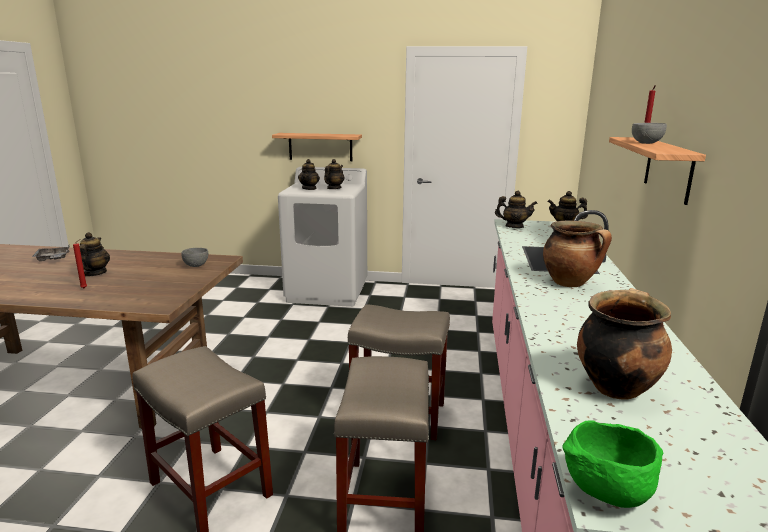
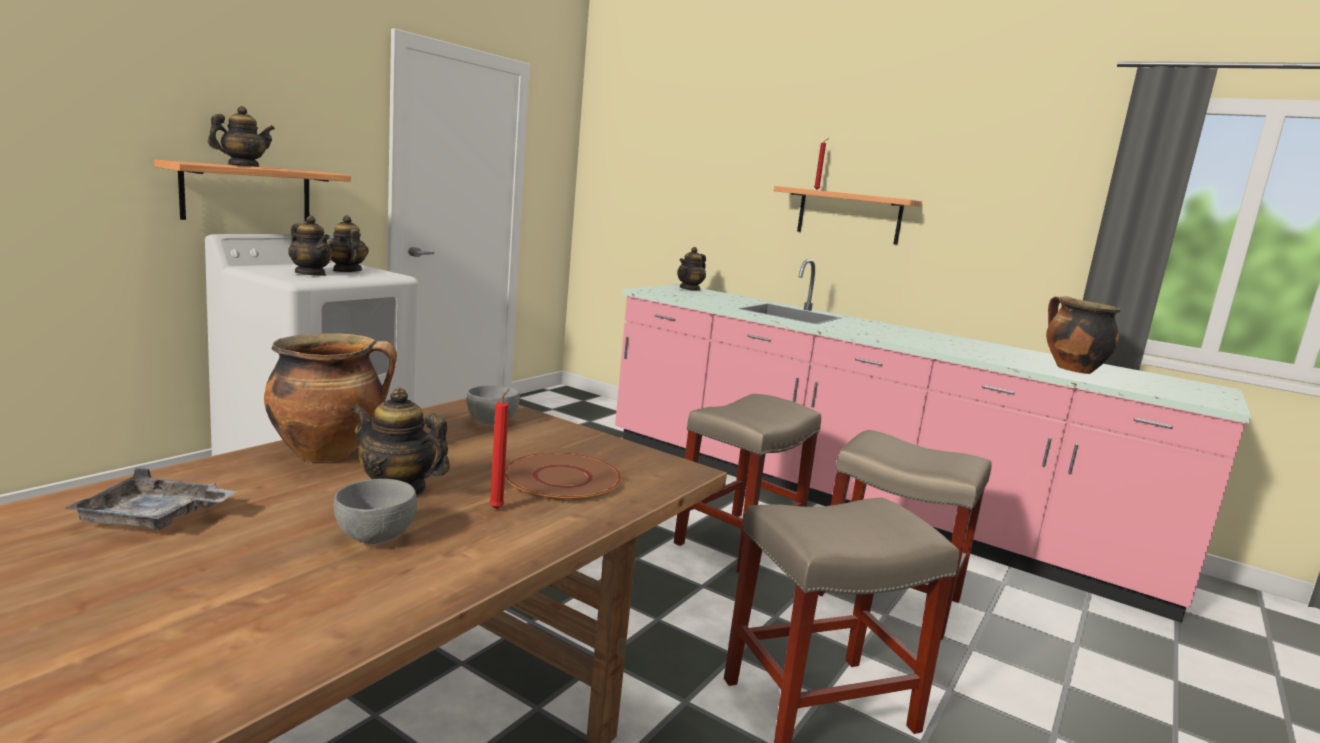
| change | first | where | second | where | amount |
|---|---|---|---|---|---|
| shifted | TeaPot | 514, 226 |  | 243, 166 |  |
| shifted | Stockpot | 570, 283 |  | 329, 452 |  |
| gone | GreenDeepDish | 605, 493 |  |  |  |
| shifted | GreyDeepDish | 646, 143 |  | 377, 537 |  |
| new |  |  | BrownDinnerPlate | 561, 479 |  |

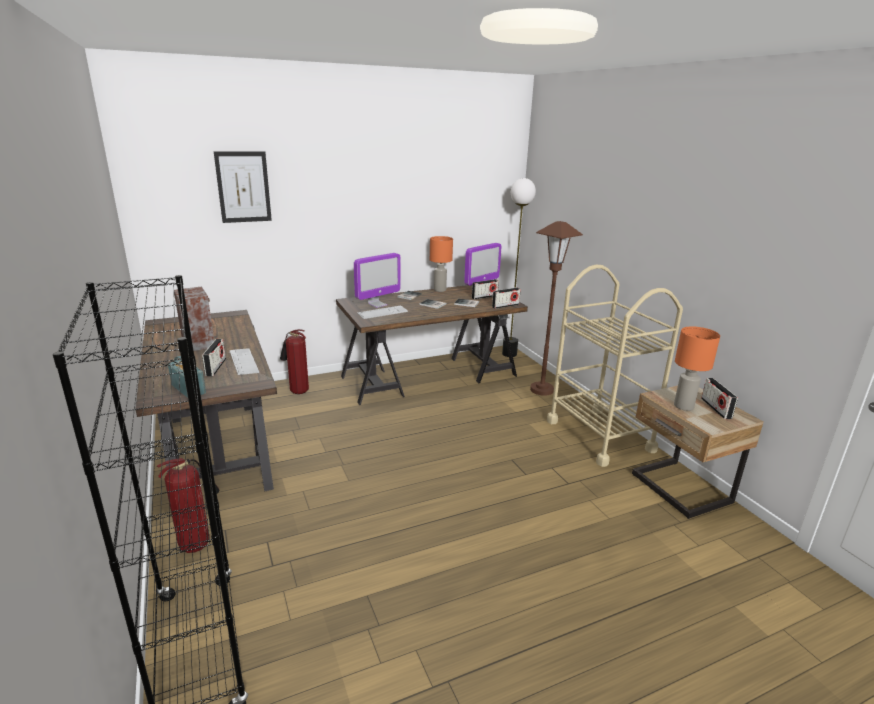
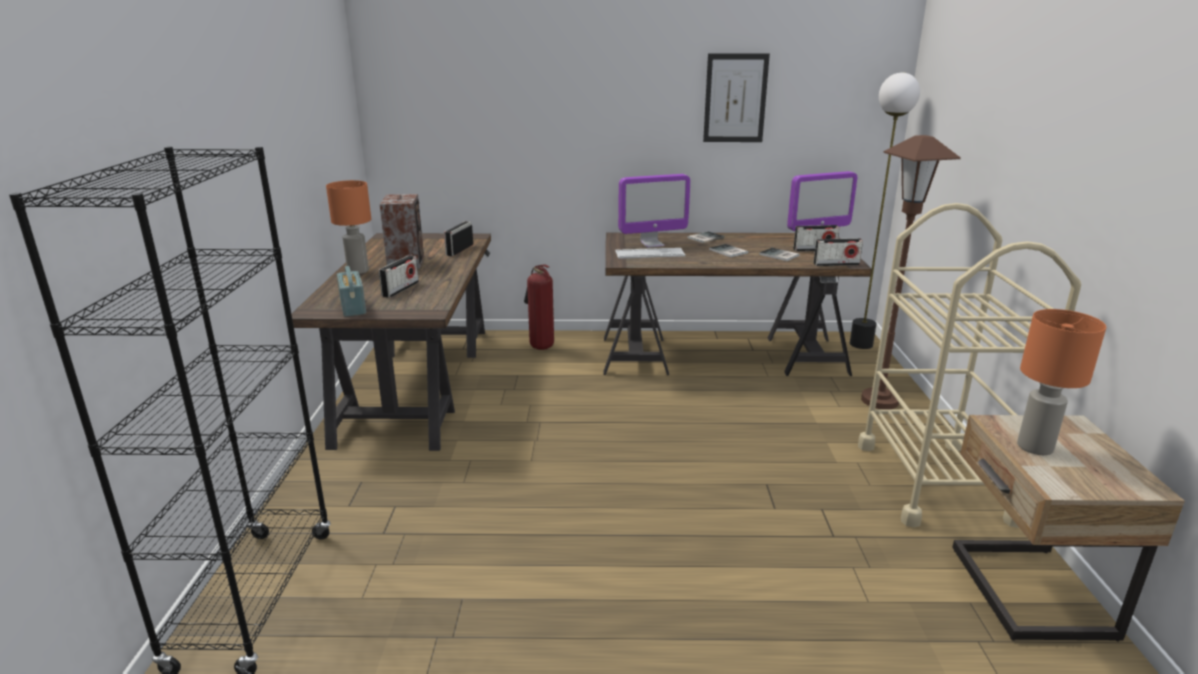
| change | first | where | second | where | amount |
|---|---|---|---|---|---|
| gone | FireFightingCylinder | 198, 544 |  |  |  |
| shifted | WallPicture | 243, 187 |  | 735, 98 |  |
| gone | Keyboard | 243, 362 |  |  |  |
| shifted | OrangeColouredTabletopLamp | 440, 290 |  | 358, 271 |  |
| shifted | Radio | 716, 408 |  | 459, 250 |  |

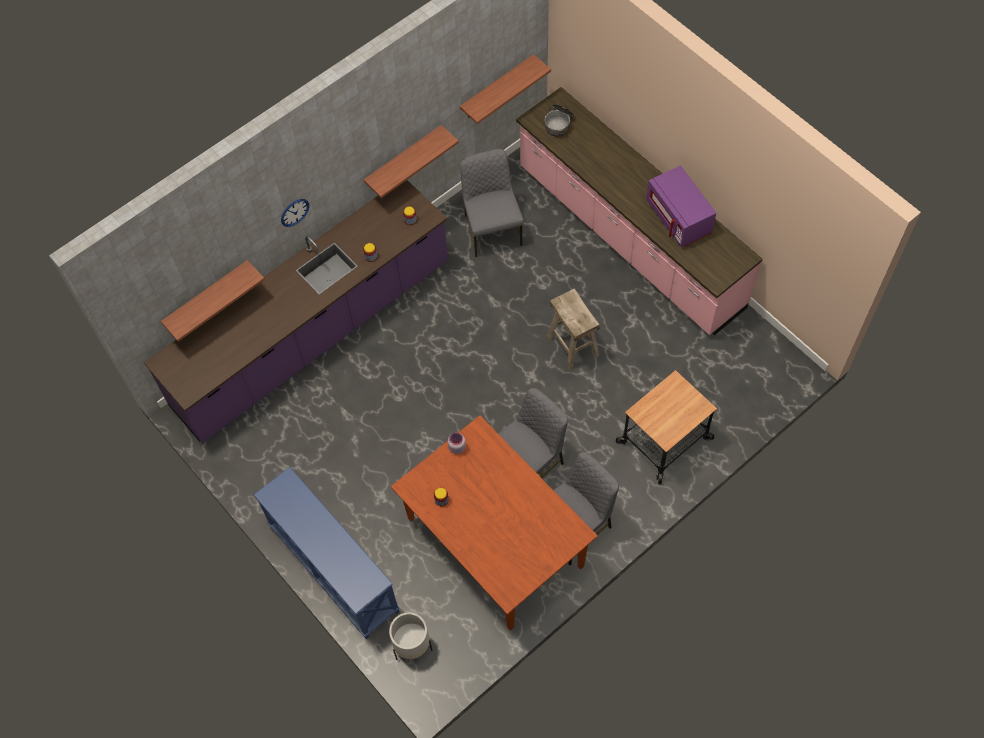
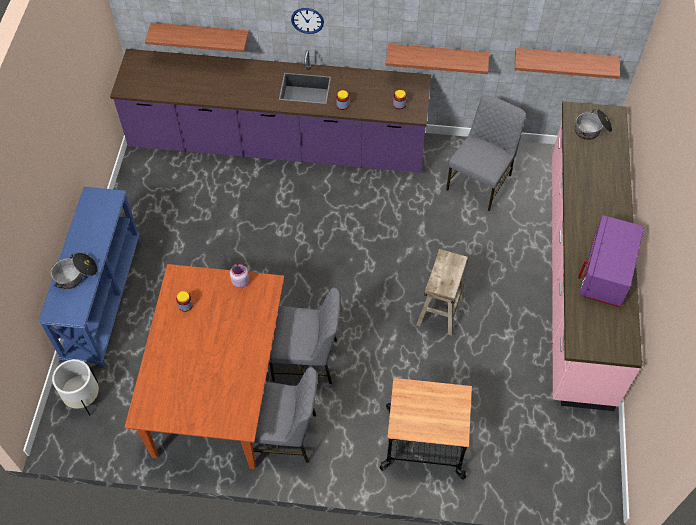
| change | first | where | second | where | amount |
|---|---|---|---|---|---|
| new |  |  | Stockpot | 76, 275 |  |

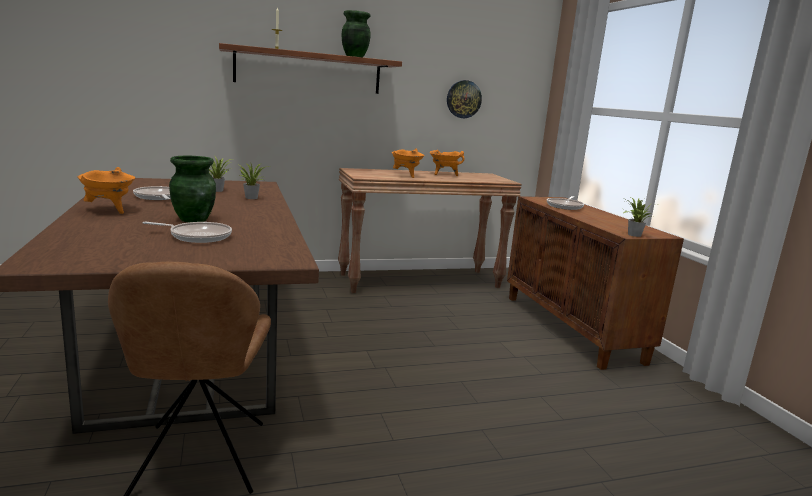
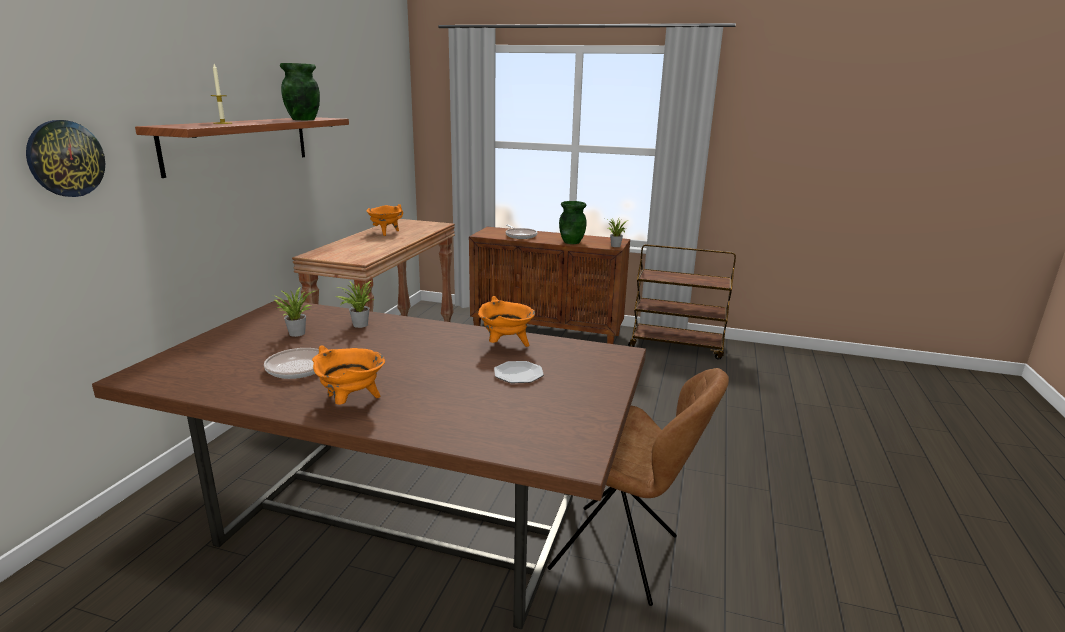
| change | first | where | second | where | amount |
|---|---|---|---|---|---|
| swapped | Skillet | 197, 236 | DinnerPlate | 518, 374 |  |
| shifted | GreenDecorativeVase | 194, 219 |  | 571, 242 |  |
| shifted | OrangeColouredStockpot | 406, 176 |  | 506, 345 |  |
| shifted | ClockOnTheWall | 463, 99 |  | 65, 158 |  |
| new |  |  | BrownCart | 676, 346 |  |

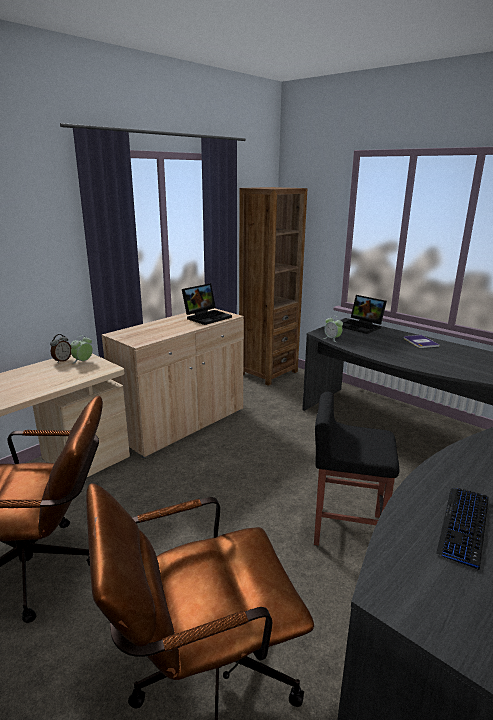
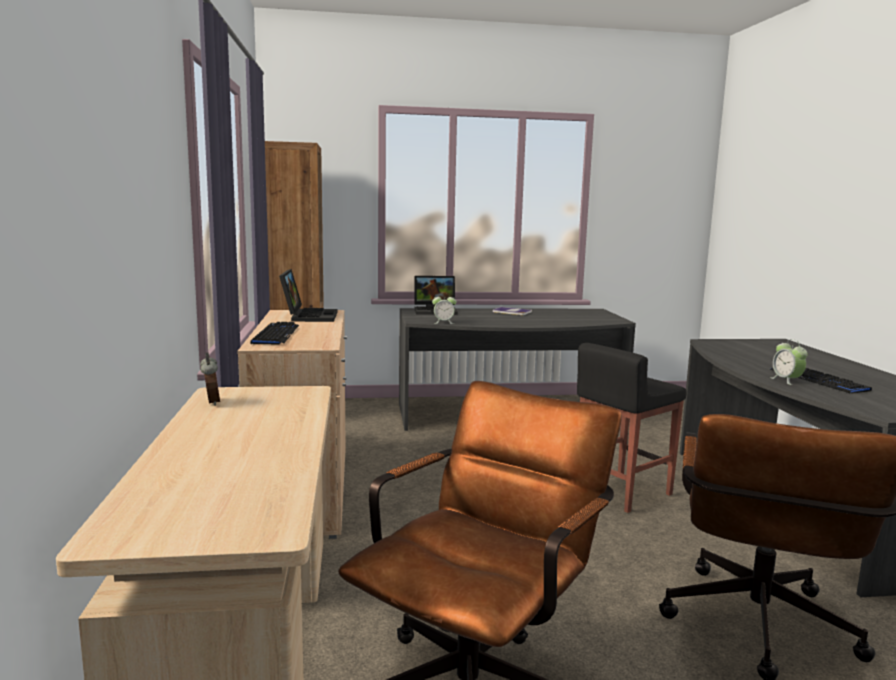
| change | first | where | second | where | amount |
|---|---|---|---|---|---|
| shifted | AlarmClock | 83, 361 |  | 786, 380 |  |
| new |  |  | Keyboard | 276, 335 |  |

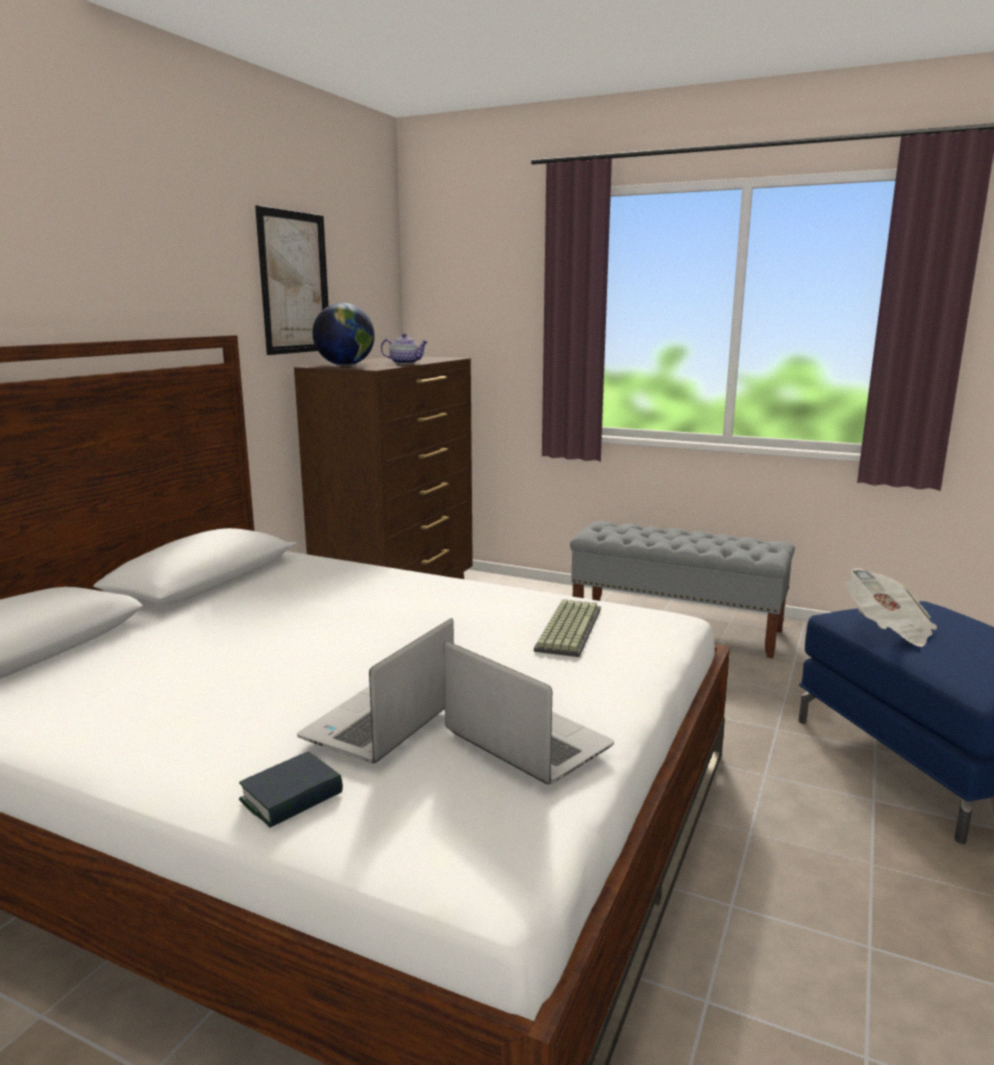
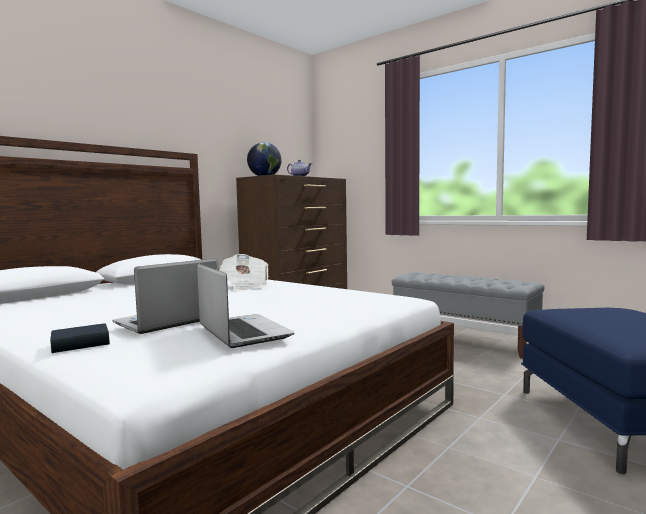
| change | first | where | second | where | amount |
|---|---|---|---|---|---|
| gone | WallPicture | 294, 283 |  |  |  |
| gone | Keyboard | 567, 628 |  |  |  |
| shifted | PrintedPaper | 888, 629 |  | 244, 286 |  |

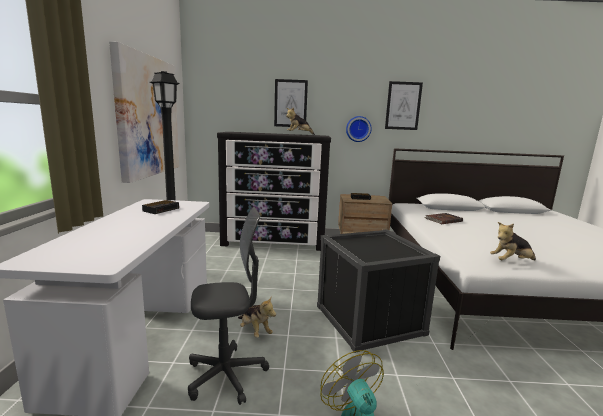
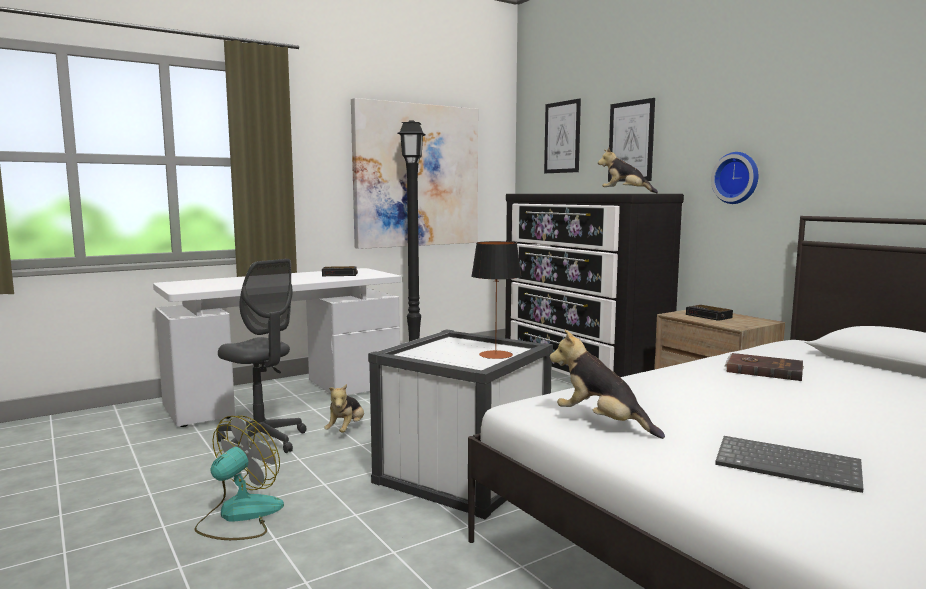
| change | first | where | second | where | amount |
|---|---|---|---|---|---|
| repainted | BlackColouredStorageBox | 368, 319 | WhitishStorageBox | 463, 474 |  |
| shifted | WallPicture | 403, 106 |  | 562, 137 |  |
| new |  |  | TabletopLamp | 495, 355 |  |
| new |  |  | Keyboard | 789, 466 |  |

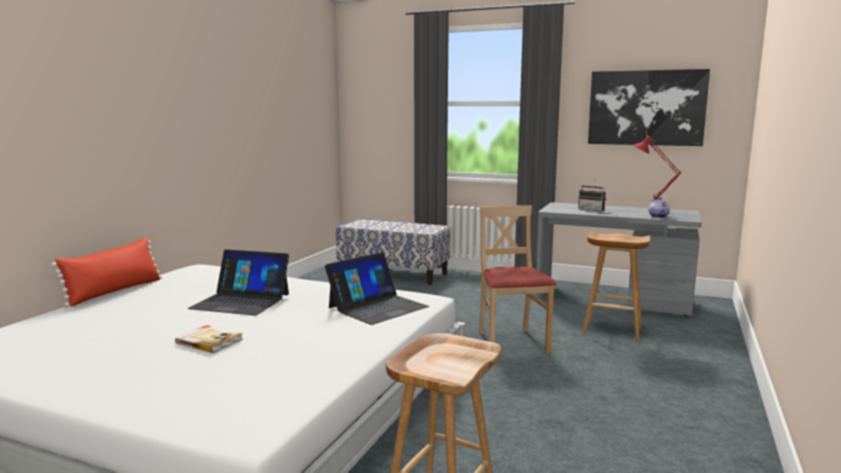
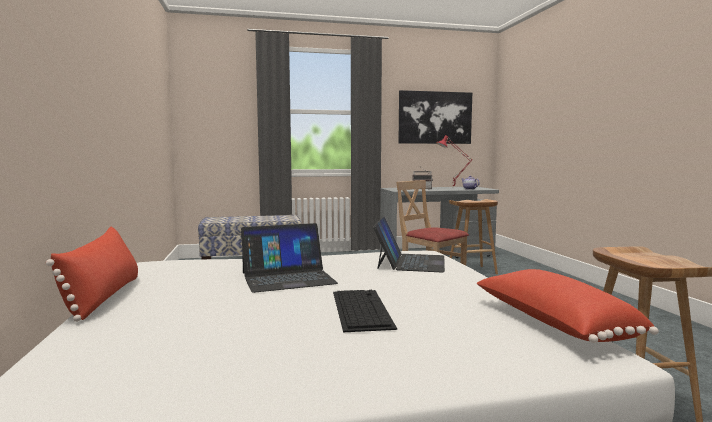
| change | first | where | second | where | amount |
|---|---|---|---|---|---|
| swapped | Book | 209, 341 | Keyboard | 360, 308 |  |
| new |  |  | RedColouredCushion | 551, 324 |  |

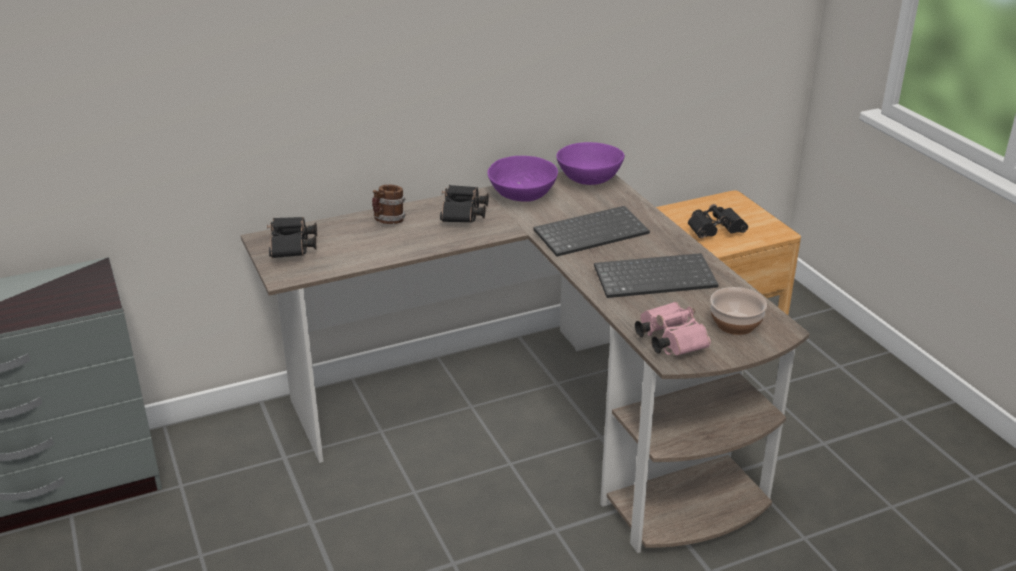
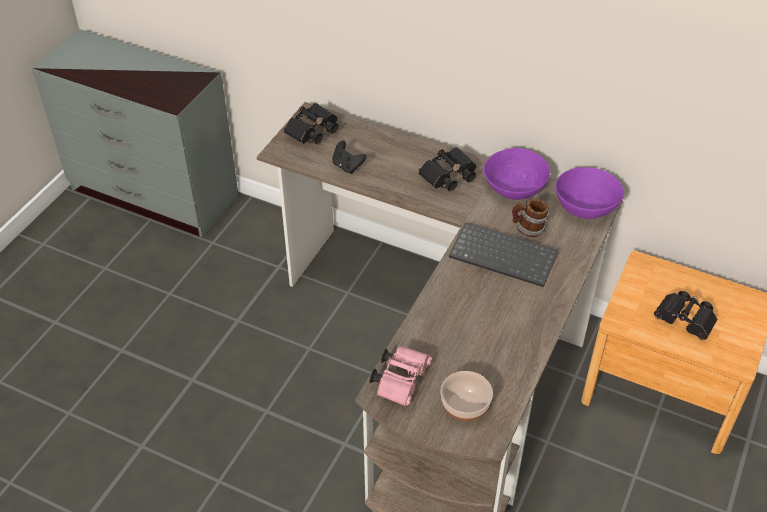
| change | first | where | second | where | amount |
|---|---|---|---|---|---|
| shifted | Mug | 388, 221 |  | 528, 229 |  |
| gone | Keyboard | 656, 277 |  |  |  |
| new |  |  | BlackColouredGamepad | 347, 166 |  |

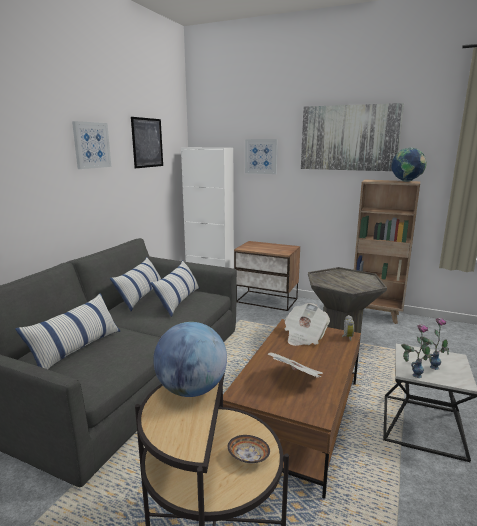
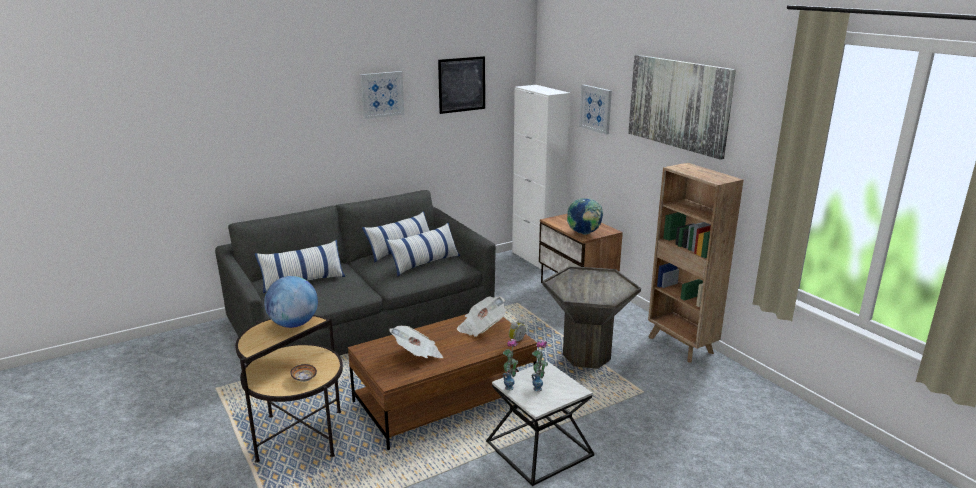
| change | first | where | second | where | amount |
|---|---|---|---|---|---|
| shifted | WorldGlobe | 406, 181 |  | 584, 233 |  |

